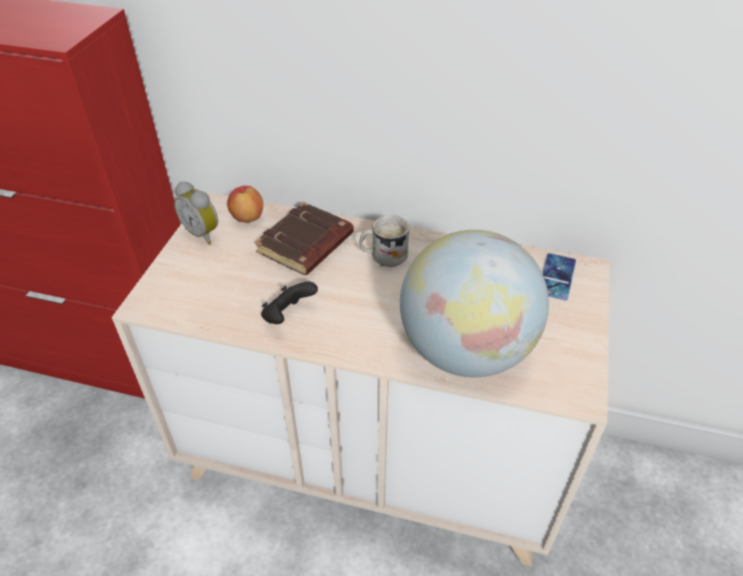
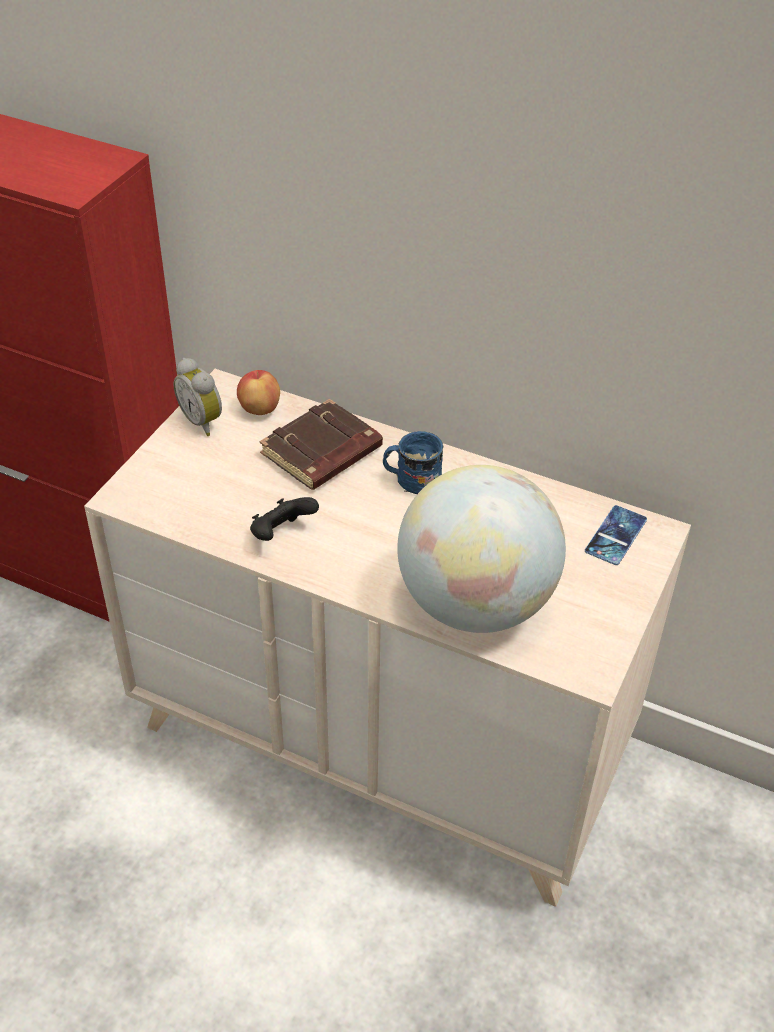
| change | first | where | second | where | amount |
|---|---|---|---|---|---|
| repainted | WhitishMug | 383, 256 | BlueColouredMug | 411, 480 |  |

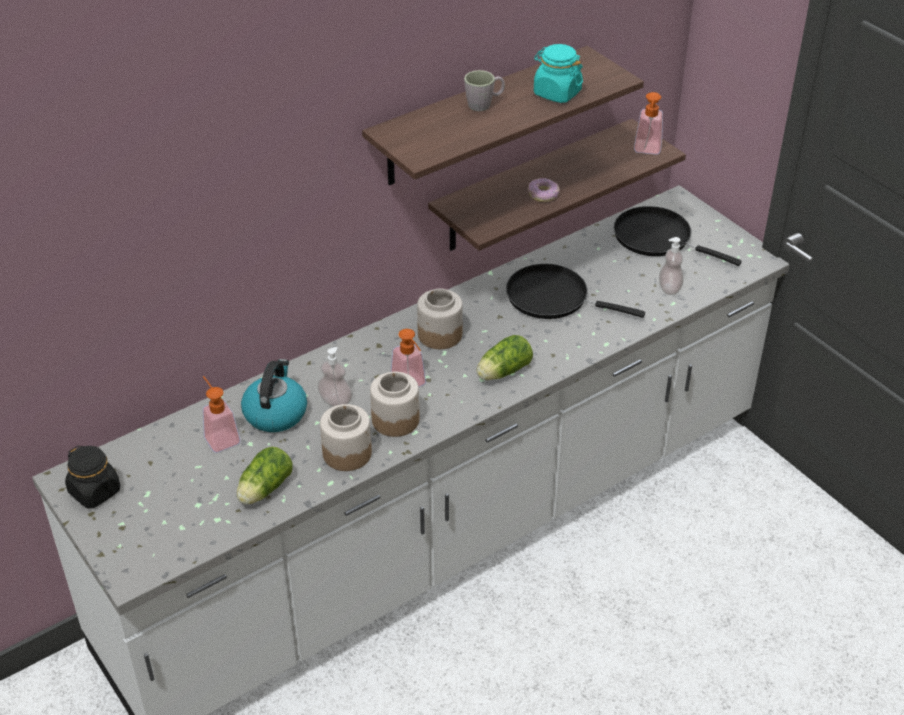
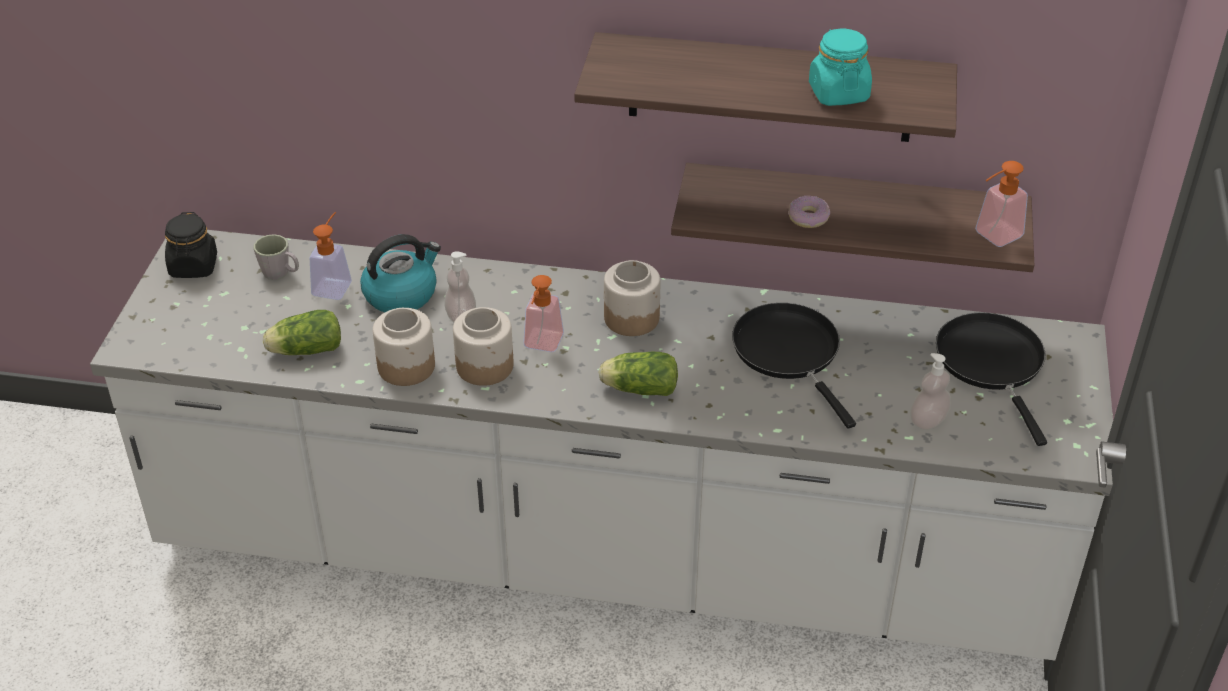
| change | first | where | second | where | amount |
|---|---|---|---|---|---|
| shifted | GreyMug | 484, 104 |  | 281, 274 |  |

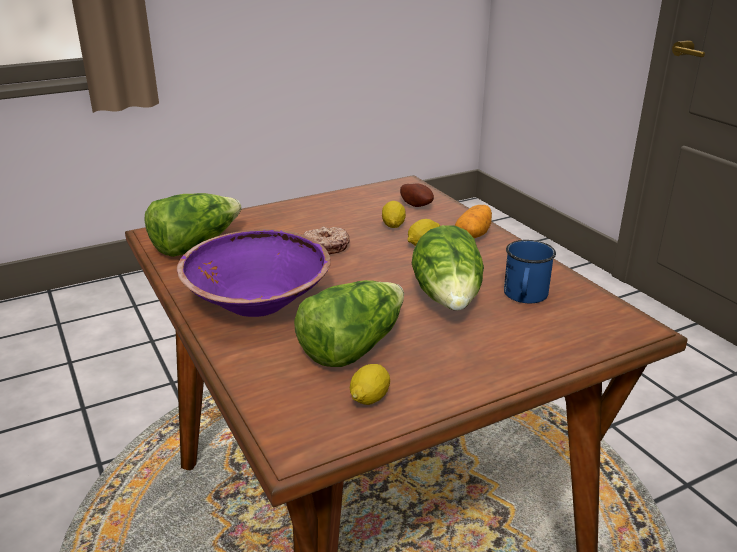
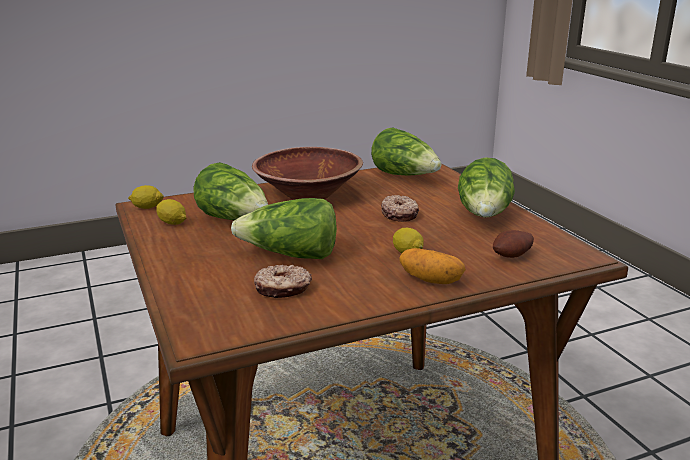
| change | first | where | second | where | amount |
|---|---|---|---|---|---|
| repainted | PurpleDeepDish | 257, 302 | BrownDeepDish | 309, 194 |  |
| shifted | WholeLemon | 393, 225 |  | 147, 207 |  |
| swapped | BlueColouredMug | 524, 296 | Donut | 282, 289 |  |
| new |  |  | HeadOfLettuce | 485, 215 |  |

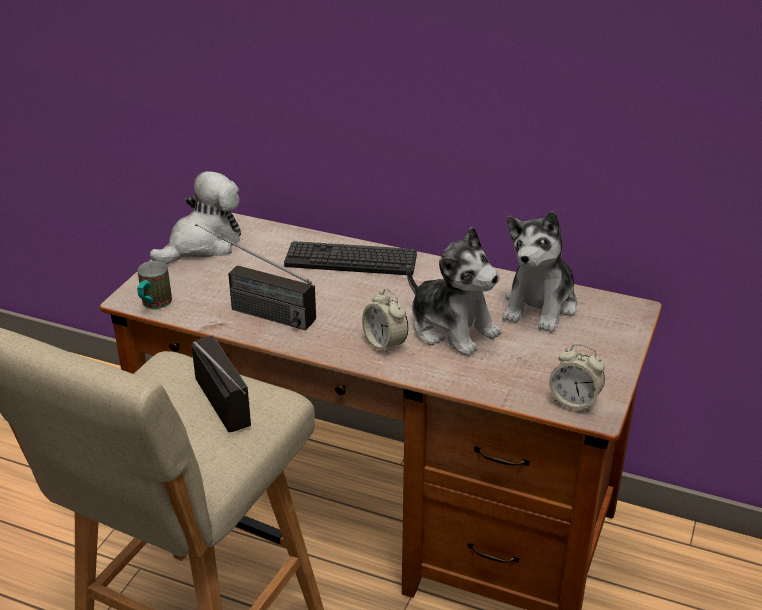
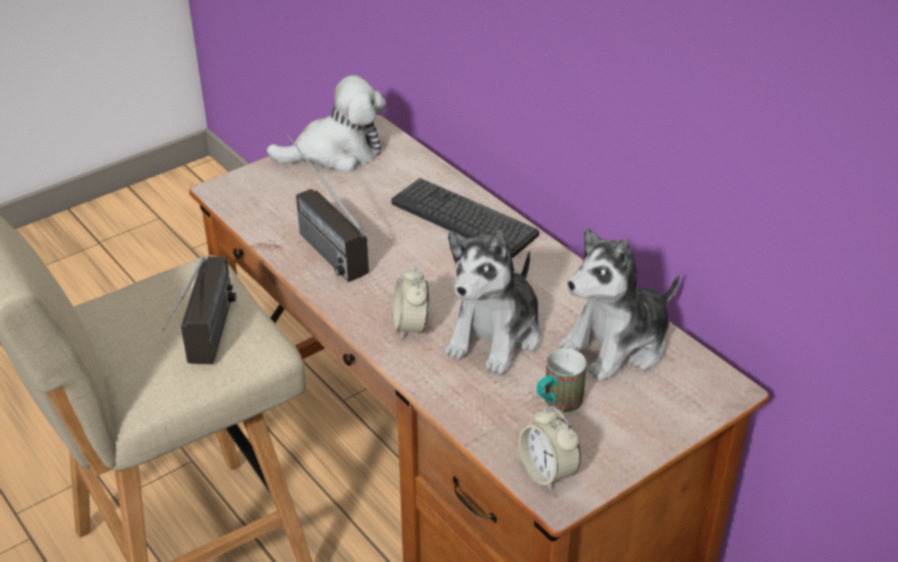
| change | first | where | second | where | amount |
|---|---|---|---|---|---|
| shifted | Mug | 153, 304 |  | 557, 403 |  |
| rotated | CuddlyToy | 452, 329 |  | 496, 336 | 45 degrees clockwise |

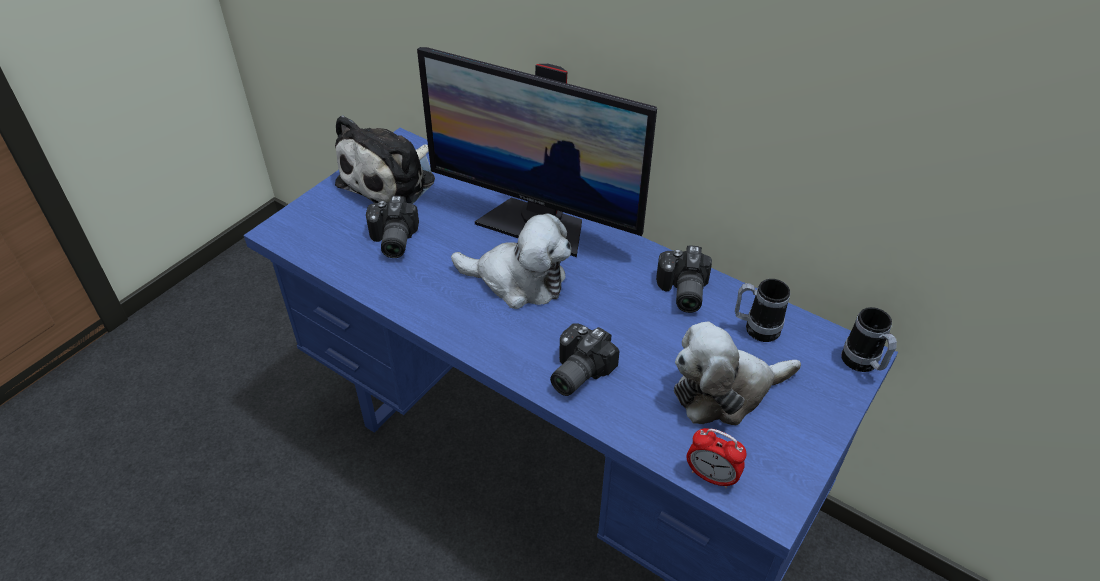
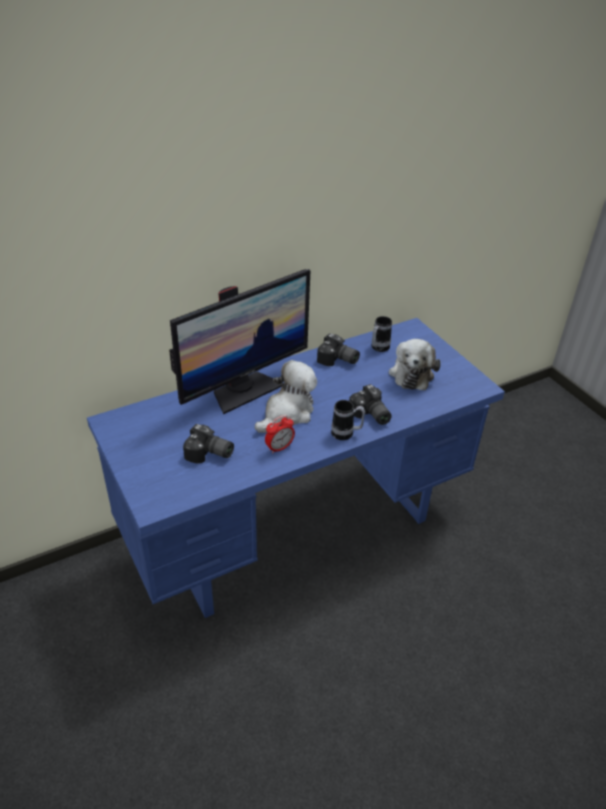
| change | first | where | second | where | amount |
|---|---|---|---|---|---|
| gone | CuddlyToy | 391, 180 |  |  |  |
| shifted | AlarmClock | 711, 476 |  | 279, 448 |  |
| shifted | Mug | 862, 365 |  | 346, 434 |  |

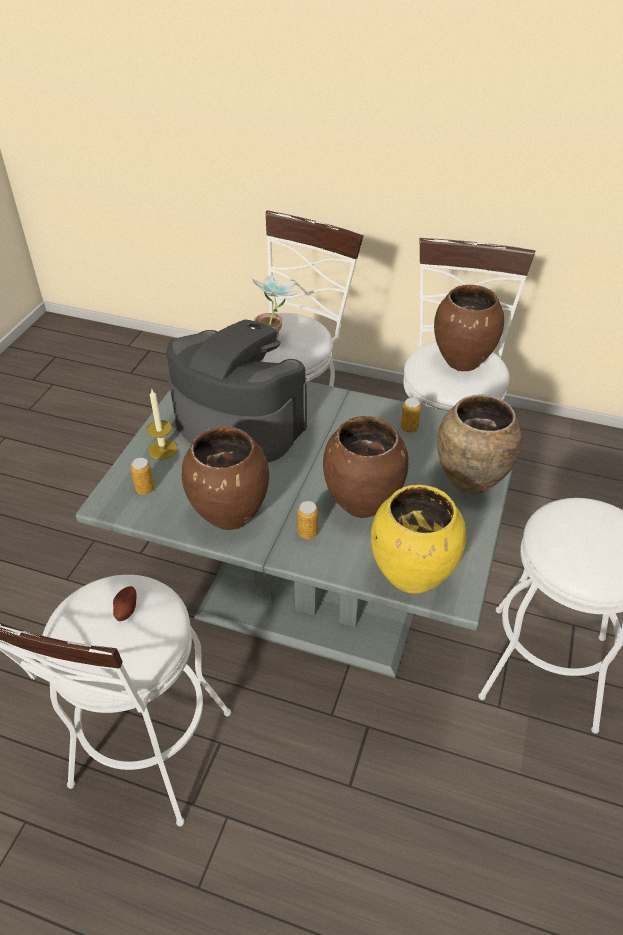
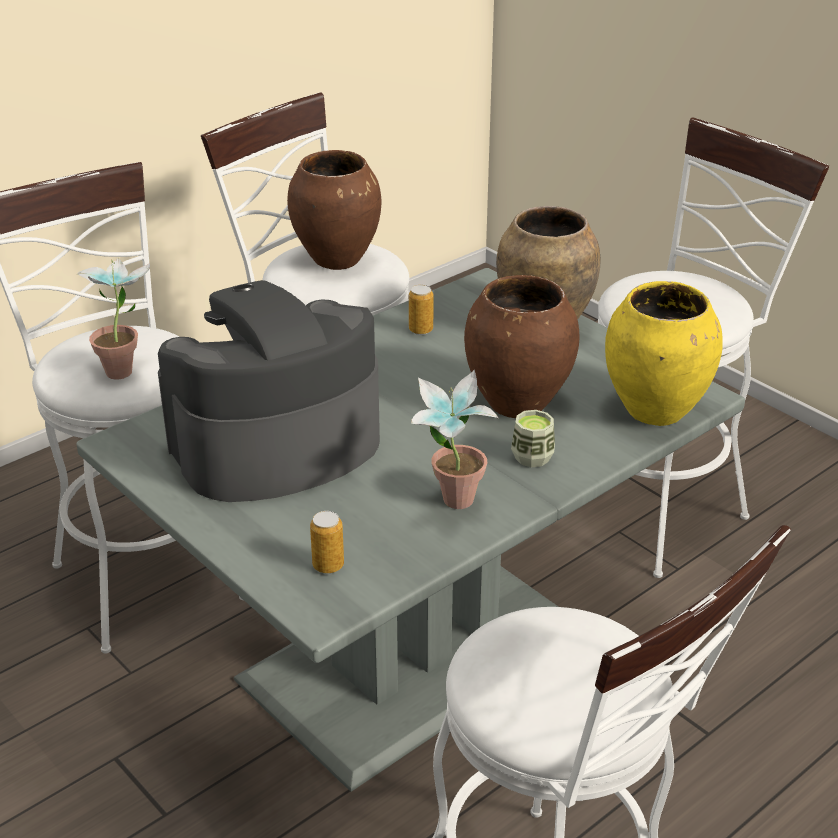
| change | first | where | second | where | amount |
|---|---|---|---|---|---|
| gone | WholePotato | 125, 610 |  |  |  |
| gone | WaxCandle | 163, 449 |  |  |  |
| swapped | BrownDecorativeVase | 231, 516 | PottedPlant | 451, 506 |  |
| swapped | MetalCan | 307, 533 | Cup | 532, 457 |  |

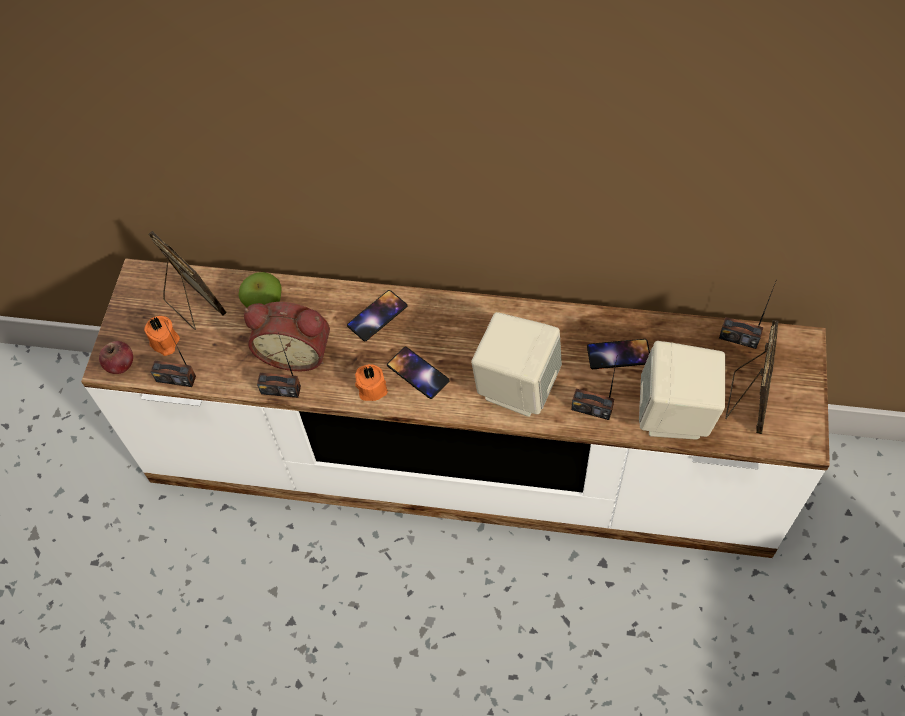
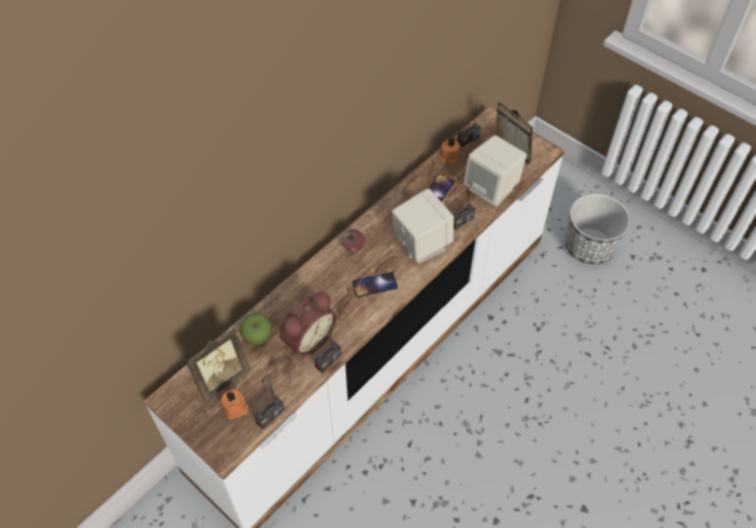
| change | first | where | second | where | amount |
|---|---|---|---|---|---|
| shifted | WholeApple | 120, 364 |  | 353, 246 |  |
| rotated | PictureFrame | 193, 305 |  | 221, 378 | 150 degrees clockwise |
| gone | Phone | 377, 316 |  |  |  |
| shifted | OrangeColouredWaxCandle | 371, 388 |  | 448, 157 |  |
| new |  |  | PlantPot | 589, 246 |  |

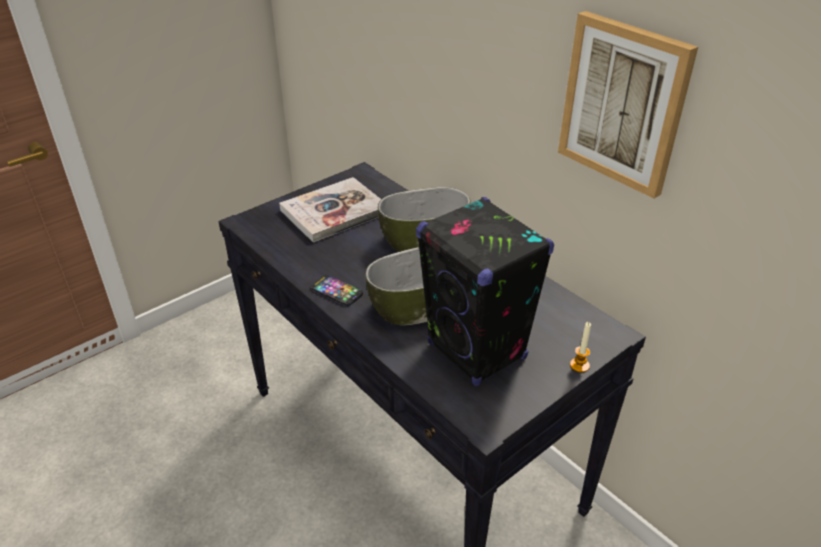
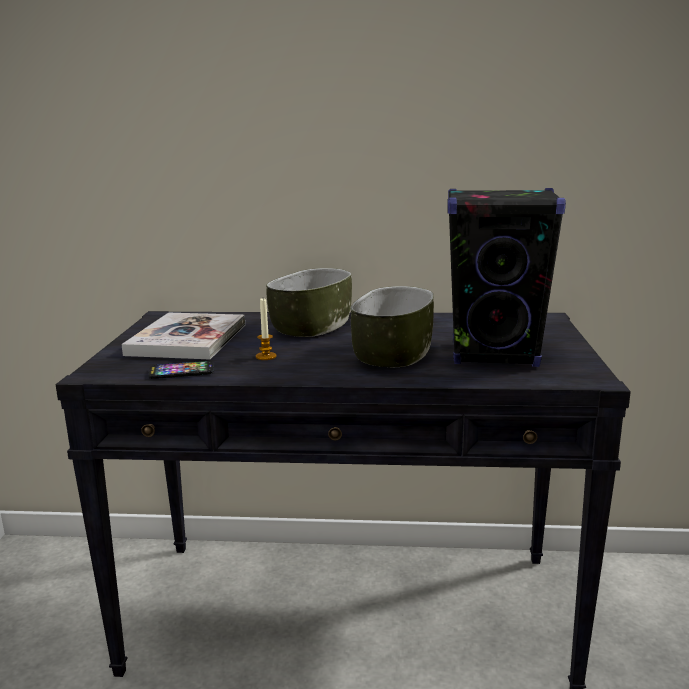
| change | first | where | second | where | amount |
|---|---|---|---|---|---|
| shifted | Phone | 337, 291 |  | 181, 371 |  |
| gone | WallPicture | 623, 104 |  |  |  |
| shifted | WaxCandle | 579, 365 |  | 266, 356 |  |

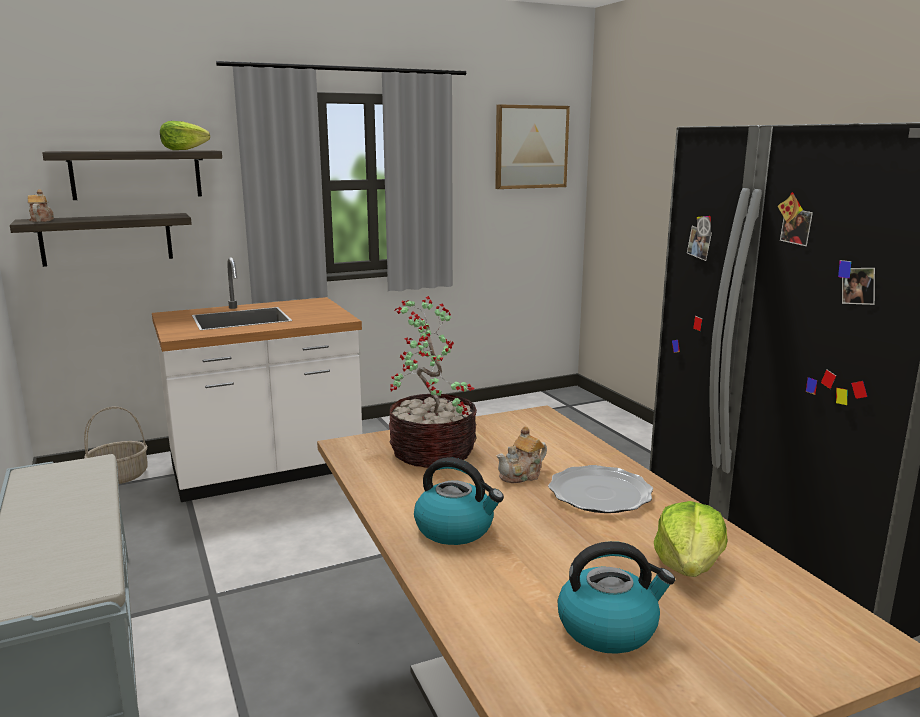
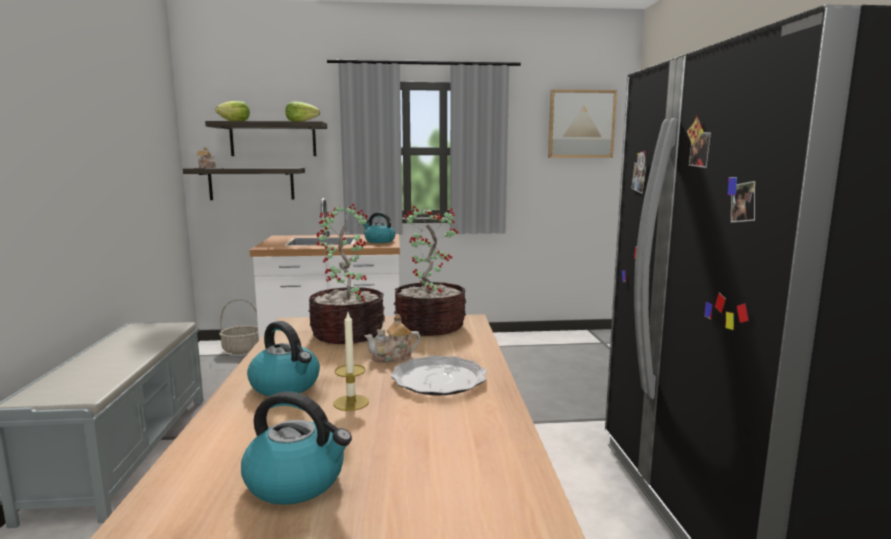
| change | first | where | second | where | amount |
|---|---|---|---|---|---|
| shifted | HeadOfLettuce | 689, 566 |  | 235, 121 |  |
| new |  |  | WaxCandle | 351, 403 |  |
| new |  |  | TeaKettle | 379, 241 |  |
| new |  |  | PottedPlant | 430, 327 |  |

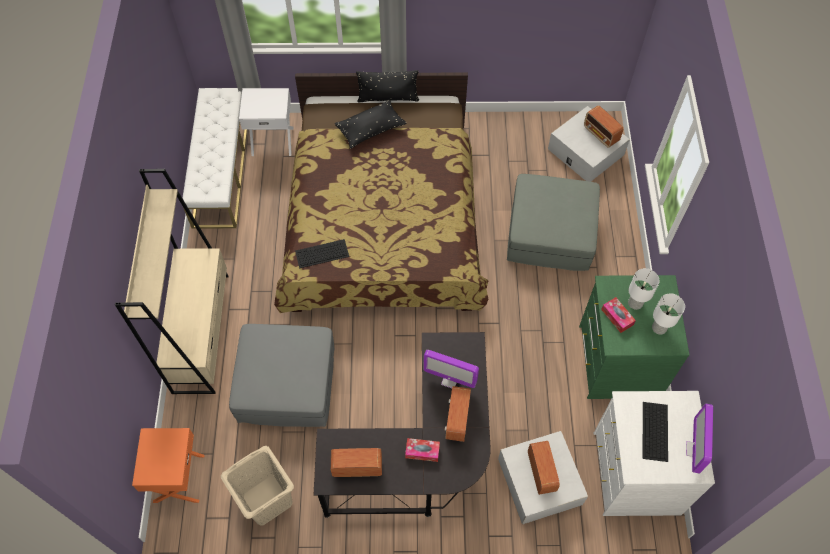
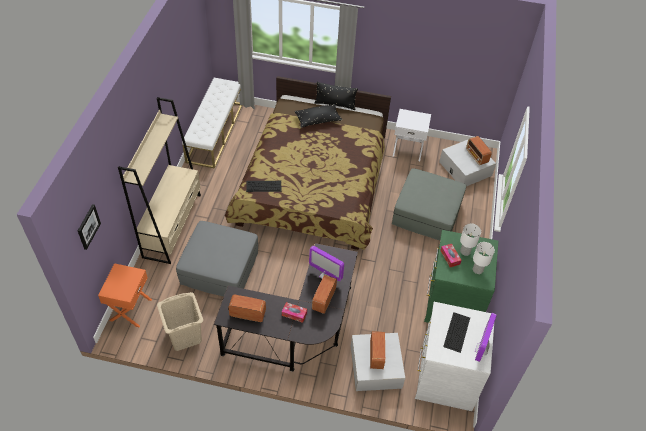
| change | first | where | second | where | amount |
|---|---|---|---|---|---|
| shifted | WhitishNightstand | 272, 140 |  | 408, 149 |  |
| new |  |  | WallPicture | 88, 226 |  |

